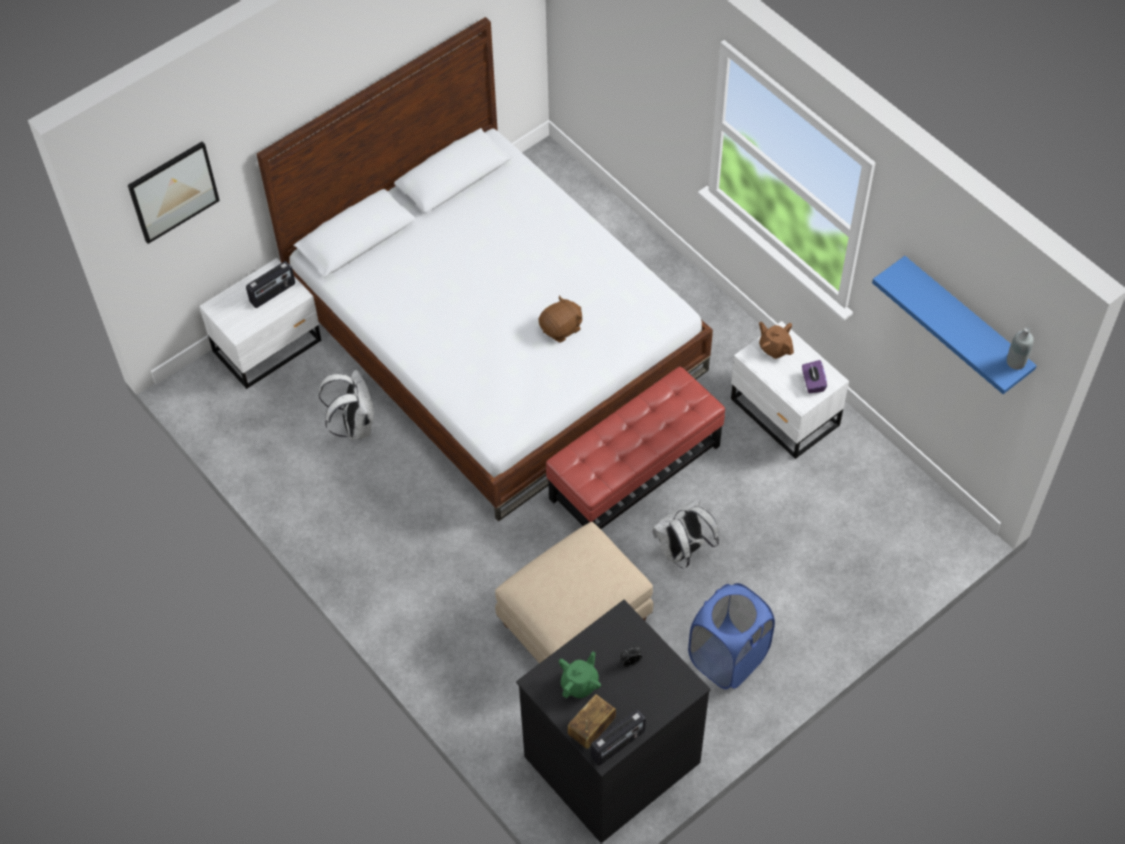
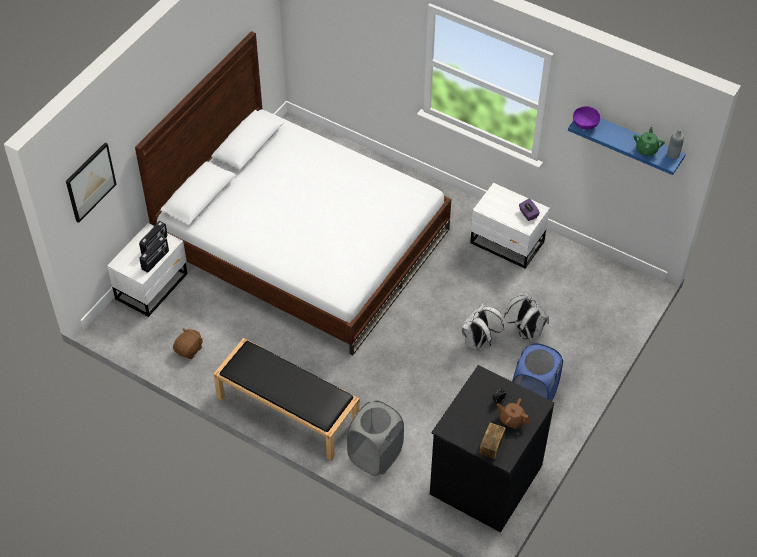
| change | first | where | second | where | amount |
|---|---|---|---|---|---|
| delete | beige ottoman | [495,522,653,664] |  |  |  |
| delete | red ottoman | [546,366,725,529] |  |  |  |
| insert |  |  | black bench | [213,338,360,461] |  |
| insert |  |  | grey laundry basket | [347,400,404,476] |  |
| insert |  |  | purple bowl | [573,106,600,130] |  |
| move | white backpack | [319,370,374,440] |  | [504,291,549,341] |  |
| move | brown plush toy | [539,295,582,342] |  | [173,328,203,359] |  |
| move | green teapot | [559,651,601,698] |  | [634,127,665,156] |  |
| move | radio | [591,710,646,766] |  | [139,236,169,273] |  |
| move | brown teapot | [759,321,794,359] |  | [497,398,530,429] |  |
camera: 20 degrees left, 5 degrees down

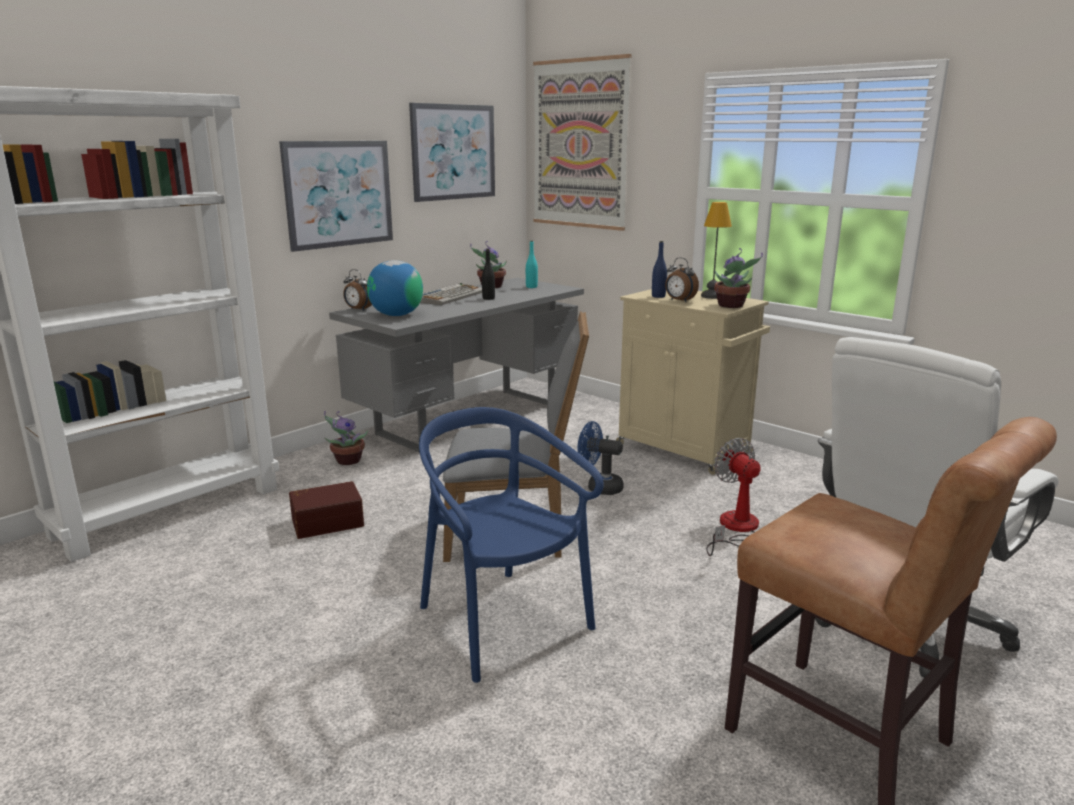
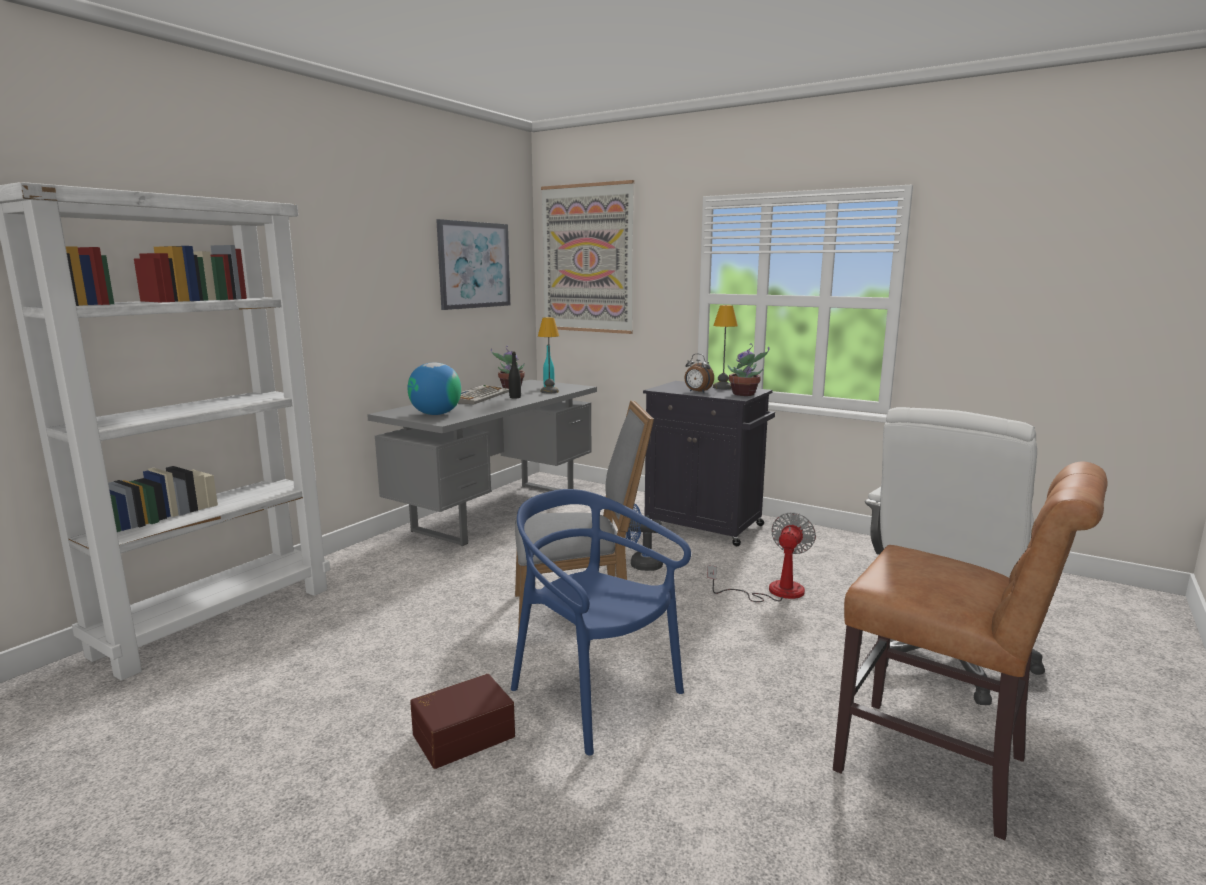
| change | first | where | second | where | amount |
|---|---|---|---|---|---|
| delete | picture | [279,141,393,252] |  |  |  |
| delete | potted plant | [324,411,368,465] |  |  |  |
| delete | alarm clock | [343,269,372,311] |  |  |  |
| delete | blue bottle | [652,241,667,298] |  |  |  |
| insert |  |  | table lamp | [538,317,559,393] |  |
| move | brown storage box | [289,481,364,539] |  | [410,674,515,769] |  |
| recolor | beige cabinet | [616,289,770,475] | black cabinet | [643,381,775,546] |  |
| rotate | fan | [706,438,761,556] |  | [707,512,816,602] | 60 degrees clockwise |
camera: 10 degrees left, 5 degrees down

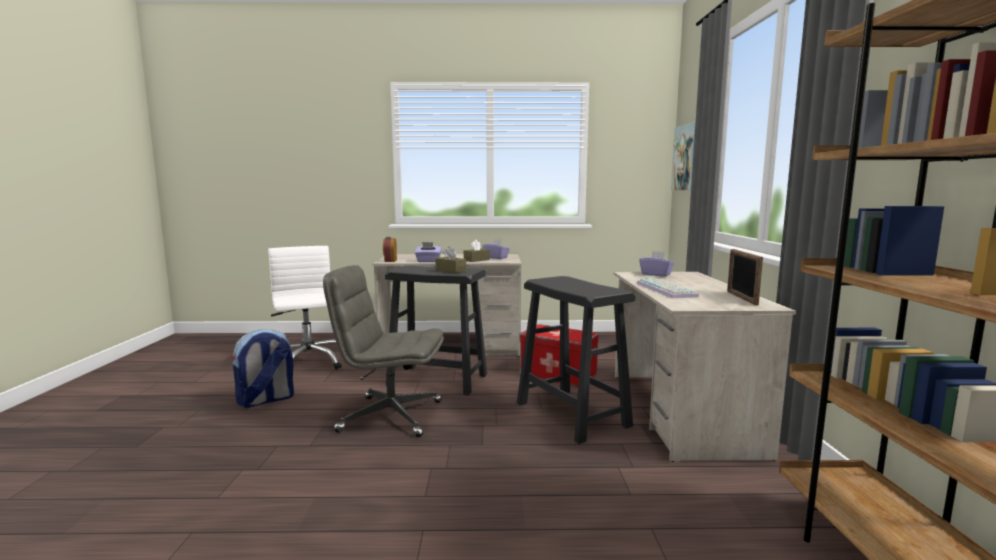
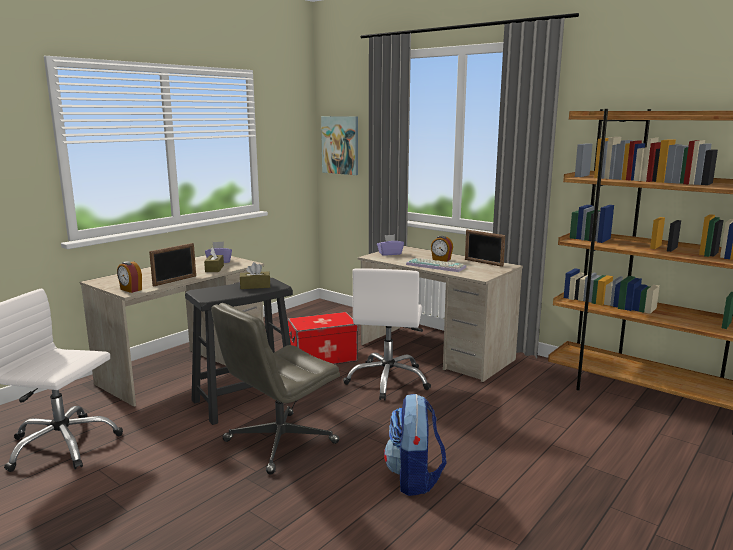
| change | first | where | second | where | amount |
|---|---|---|---|---|---|
| insert |  |  | alarm clock | [431,236,453,262] |  |
| move | backpack | [232,329,294,408] |  | [384,394,447,496] |  |
| replace | purple tissue box | [415,242,442,262] | picture frame | [149,243,196,286] |  |
| replace | black stool | [517,276,635,444] | white office chair | [343,268,431,400] |  |
camera: 50 degrees left, 5 degrees up

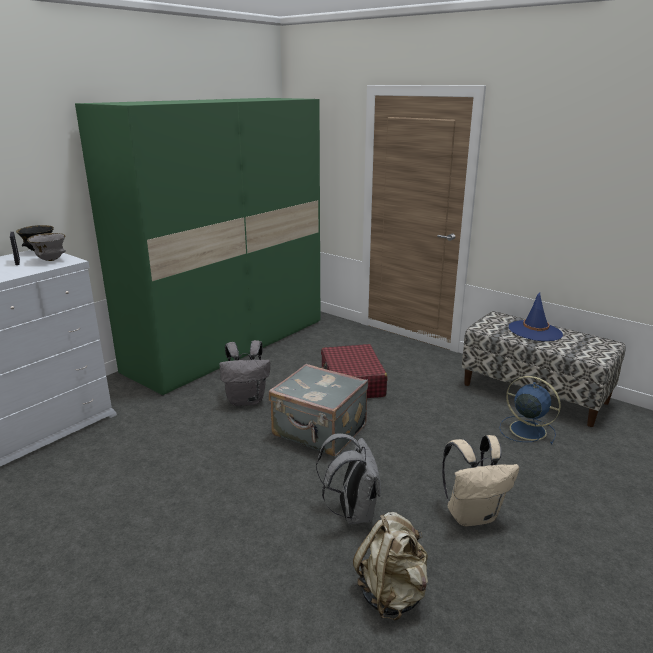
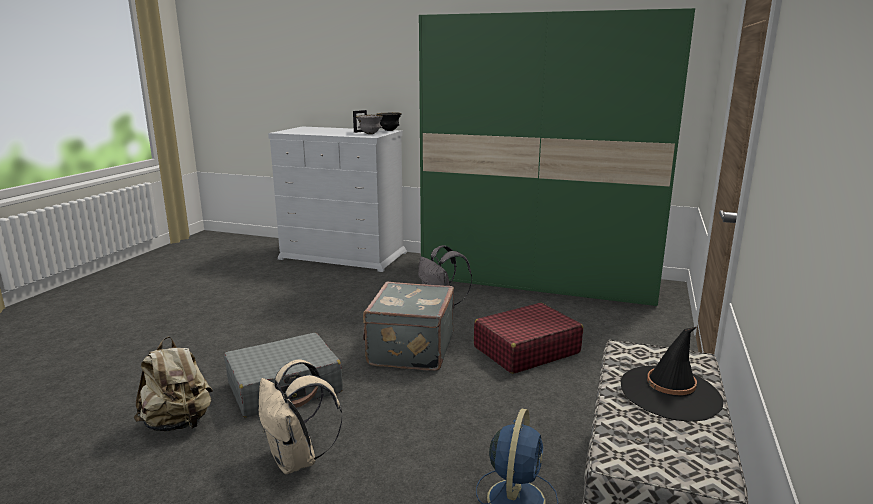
| change | first | where | second | where | amount |
|---|---|---|---|---|---|
| replace | grey backpack | [316,433,381,524] | grey suitcase | [224,333,343,418] |  |
| recolor | blue hat | [509,292,563,341] | black hat | [621,326,723,421] |  |
camera: 70 degrees right, 5 degrees down

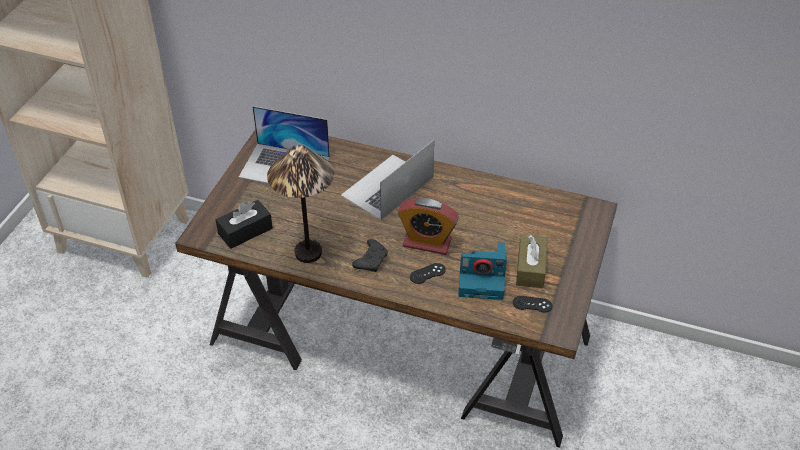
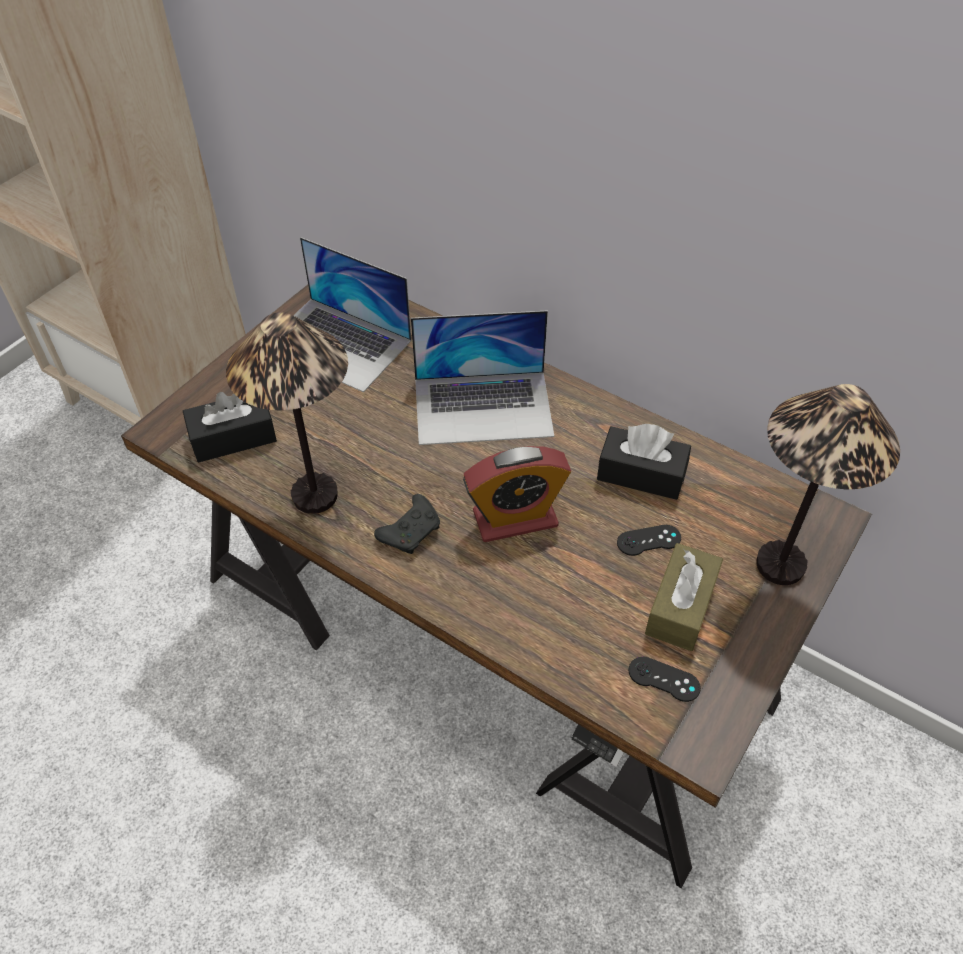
| change | first | where | second | where | amount |
|---|---|---|---|---|---|
| delete | photo camera | [458,242,507,300] |  |  |  |
| insert |  |  | black tissue box | [597,424,691,500] |  |
| insert |  |  | table lamp | [756,384,900,585] |  |
| move | black game controller | [410,263,446,284] |  | [617,525,681,556] |  |
| rotate | laptop | [341,140,434,220] |  | [411,310,554,445] | 150 degrees counterclockwise |
| rotate | alarm clock | [398,198,459,255] |  | [463,446,571,542] | 45 degrees counterclockwise |
camera: 15 degrees right, 5 degrees up

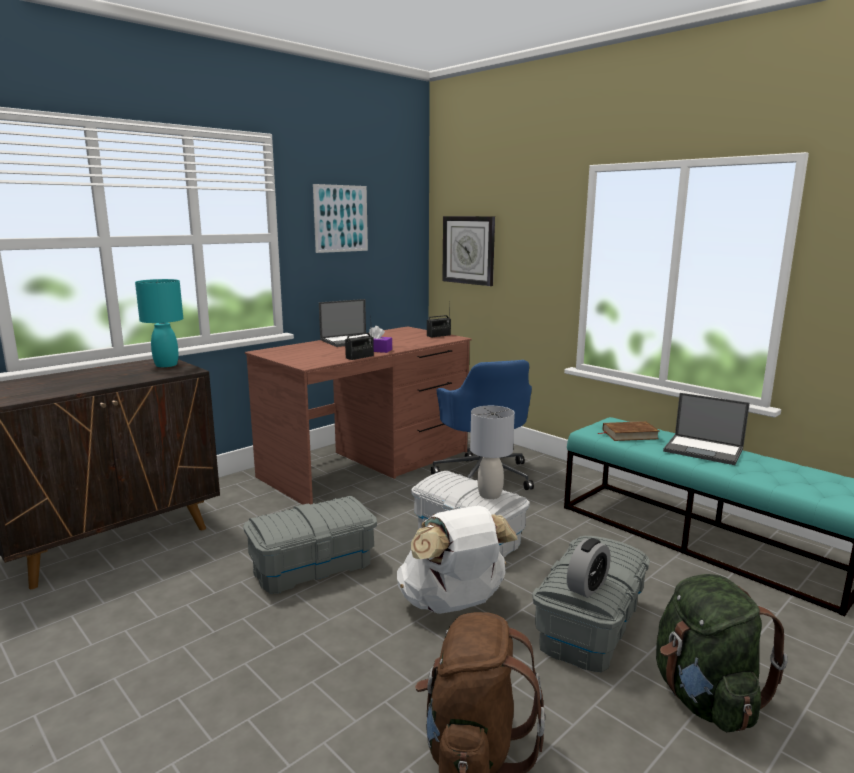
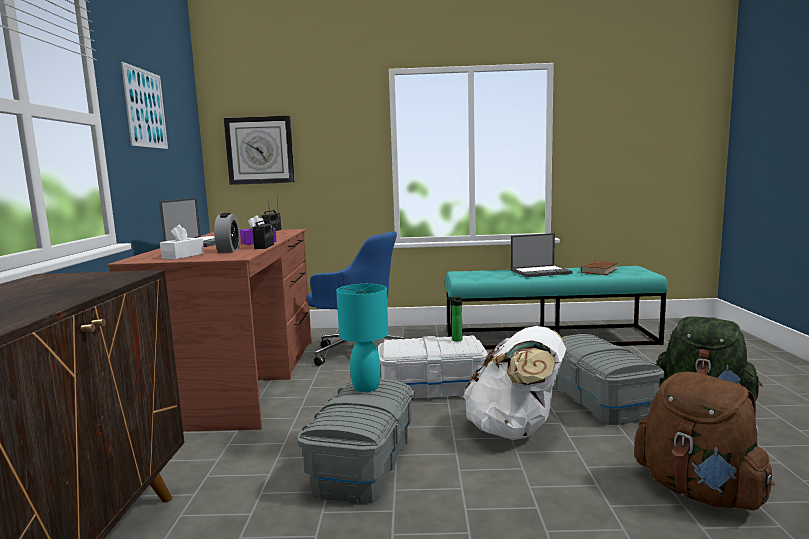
| change | first | where | second | where | amount |
|---|---|---|---|---|---|
| insert |  |  | white tissue box | [160,225,204,259] |  |
| move | turquoise table lamp | [135,279,183,367] |  | [336,284,388,392] |  |
| move | alarm clock | [567,538,611,598] |  | [214,213,240,253] |  |
| move | brown book | [598,421,659,441] |  | [581,261,617,275] |  |
| replace | grey table lamp | [470,405,515,499] | bottle | [447,296,462,342] |  |
camera: 45 degrees left, 5 degrees down

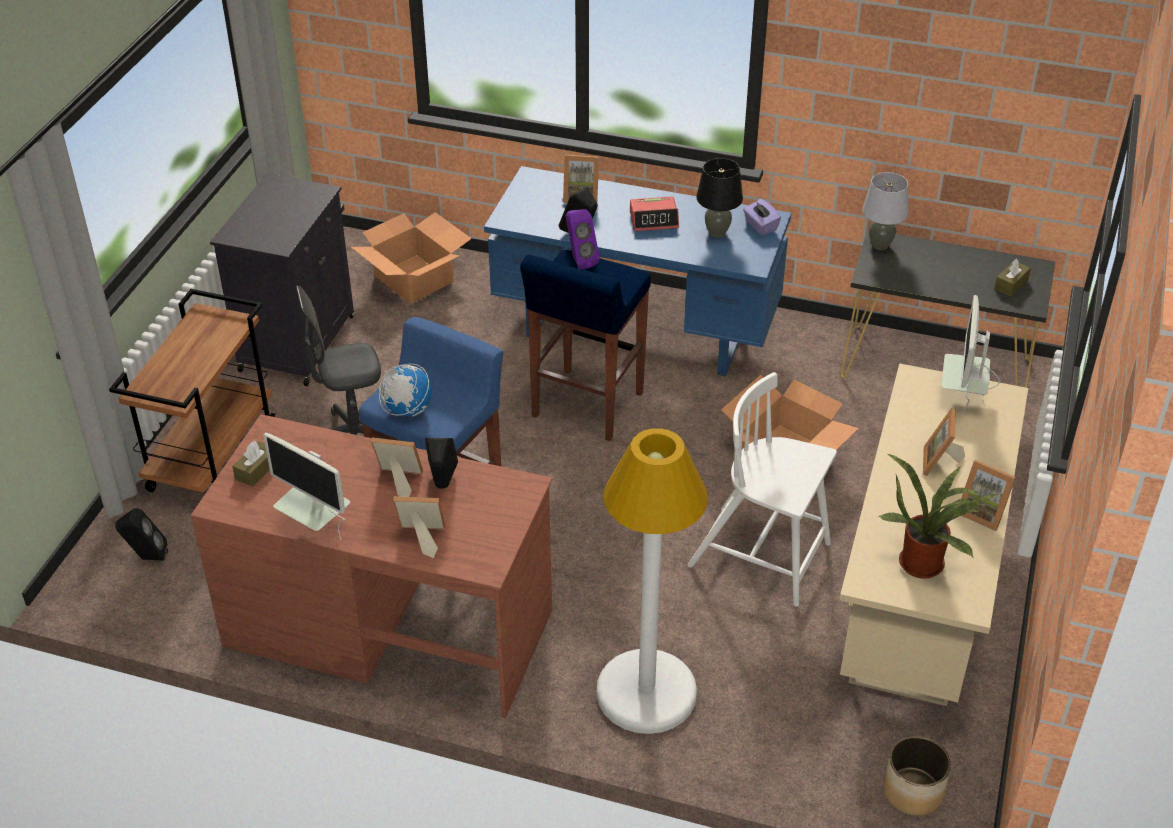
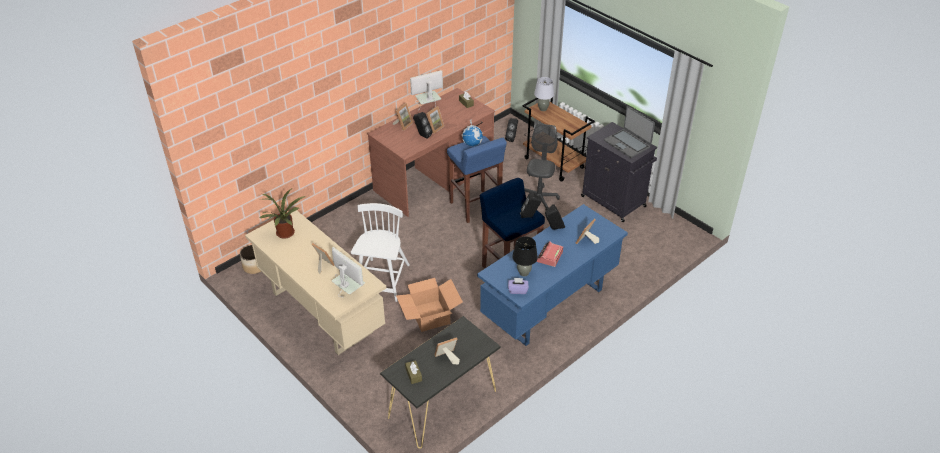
| change | first | where | second | where | amount |
|---|---|---|---|---|---|
| delete | cardboard box | [351,212,472,304] |  |  |  |
| delete | white floor lamp | [597,428,708,734] |  |  |  |
| insert |  |  | laptop | [604,106,655,158] |  |
| move | grey table lamp | [862,172,909,250] |  | [534,77,554,111] |  |
| move | picture frame | [961,460,1016,531] |  | [435,337,460,364] |  |
| recolor | purple speaker | [566,209,600,270] | black speaker | [520,192,542,218] |  |
| rotate | white chair | [687,372,837,607] |  | [351,203,410,302] | 45 degrees counterclockwise |
camera: 120 degrees right, 0 degrees up

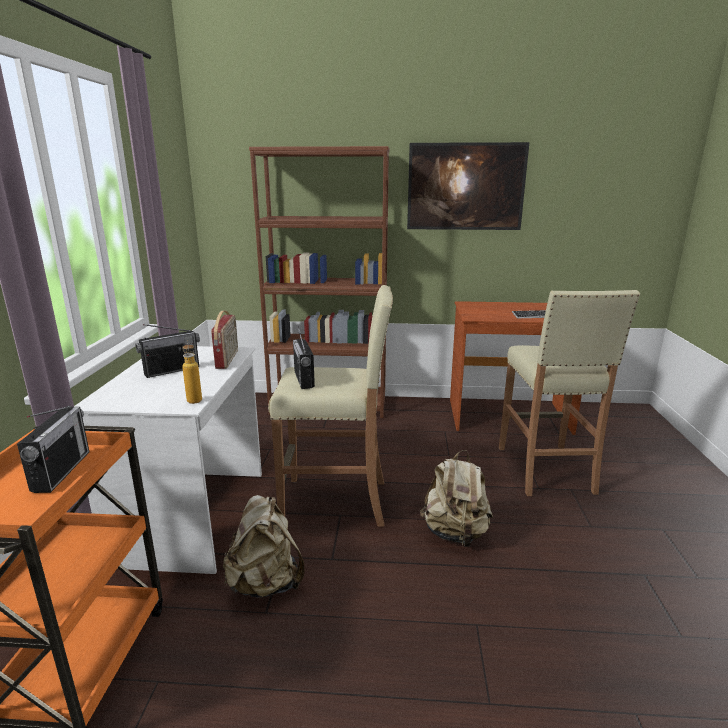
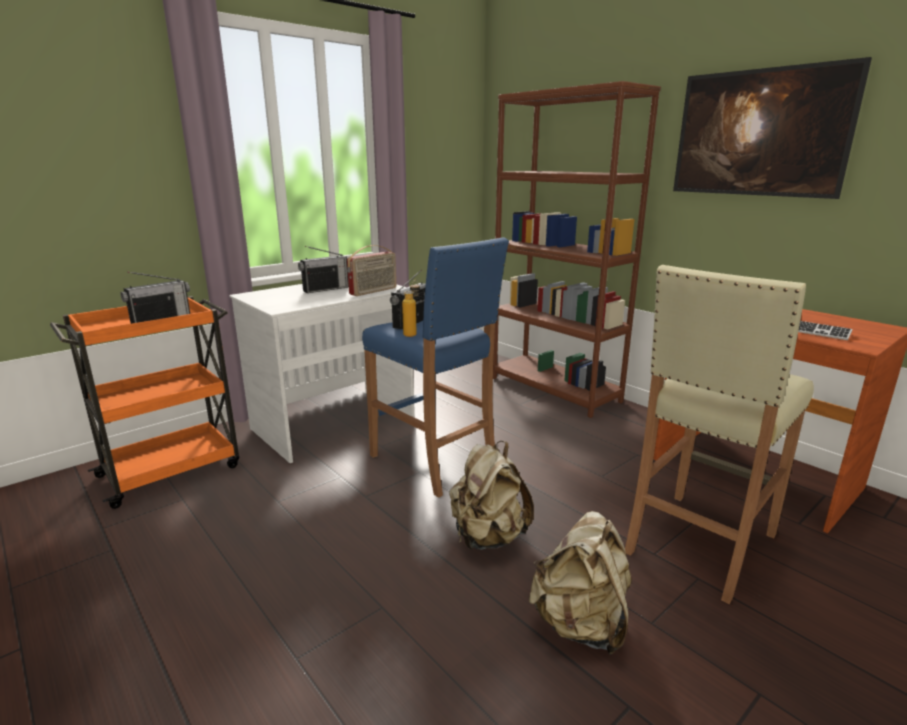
| change | first | where | second | where | amount |
|---|---|---|---|---|---|
| move | bottle | [182,340,202,404] |  | [402,280,420,337] |  |
| move | beige backpack | [223,495,305,598] |  | [529,511,631,655] |  |
| recolor | beige stool | [268,285,393,527] | blue stool | [362,237,509,498] |  |
| rotate | radio | [135,324,200,378] |  | [298,246,349,293] | 45 degrees counterclockwise |
camera: 45 degrees right, 0 degrees up

